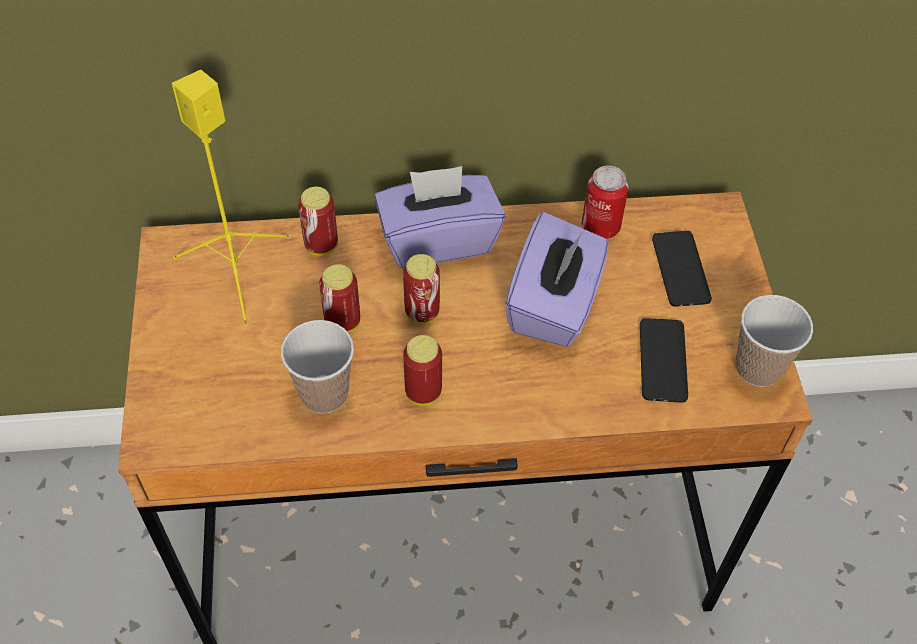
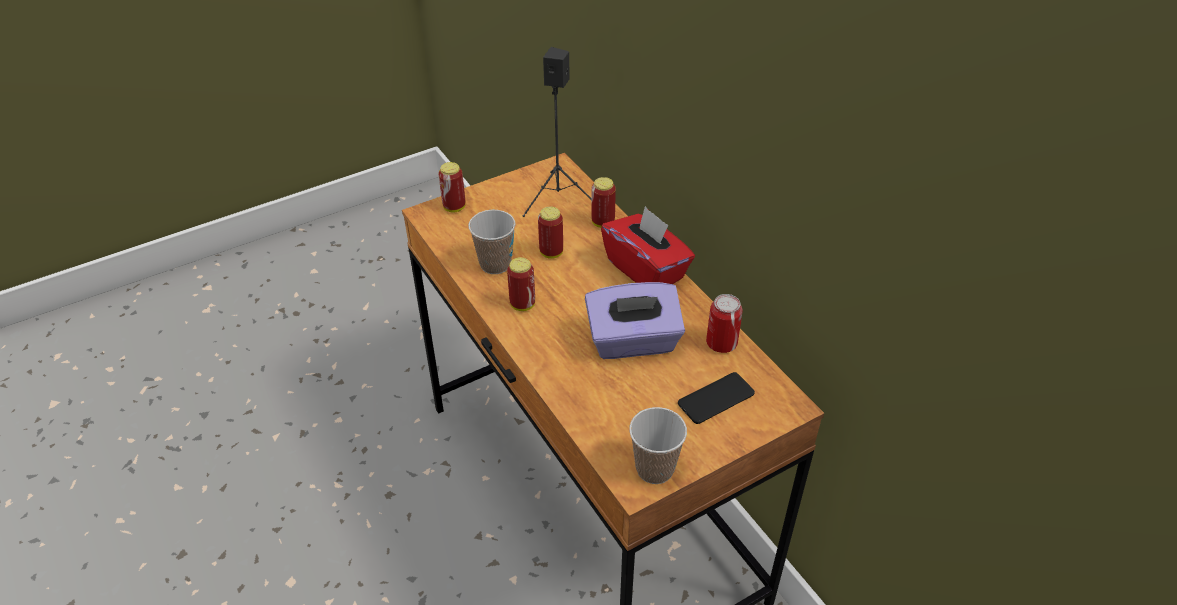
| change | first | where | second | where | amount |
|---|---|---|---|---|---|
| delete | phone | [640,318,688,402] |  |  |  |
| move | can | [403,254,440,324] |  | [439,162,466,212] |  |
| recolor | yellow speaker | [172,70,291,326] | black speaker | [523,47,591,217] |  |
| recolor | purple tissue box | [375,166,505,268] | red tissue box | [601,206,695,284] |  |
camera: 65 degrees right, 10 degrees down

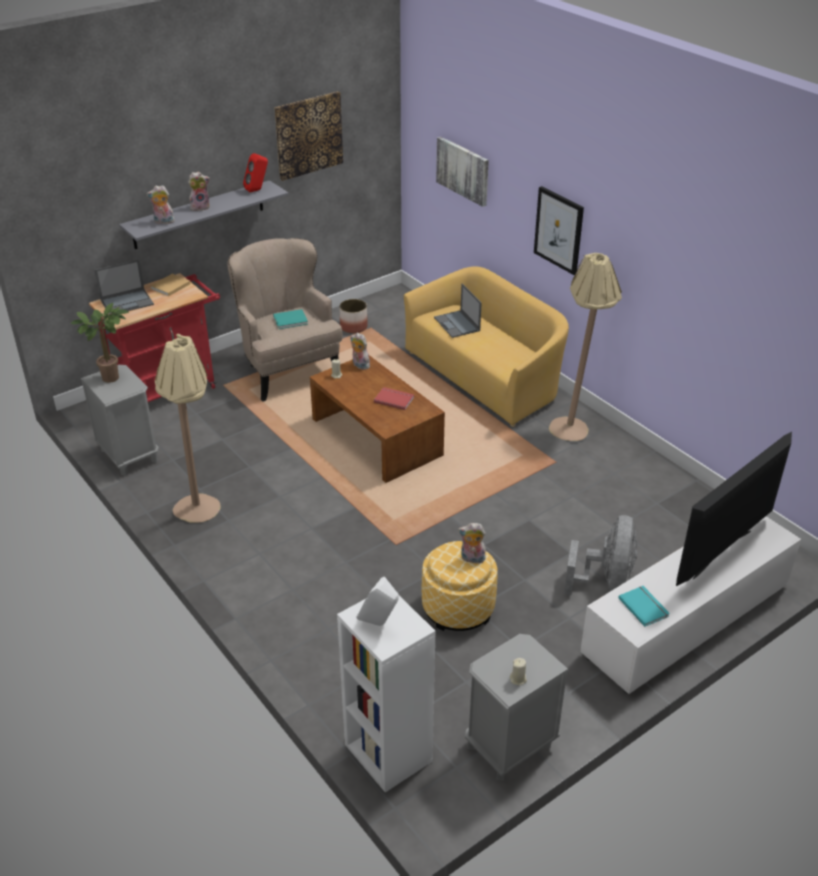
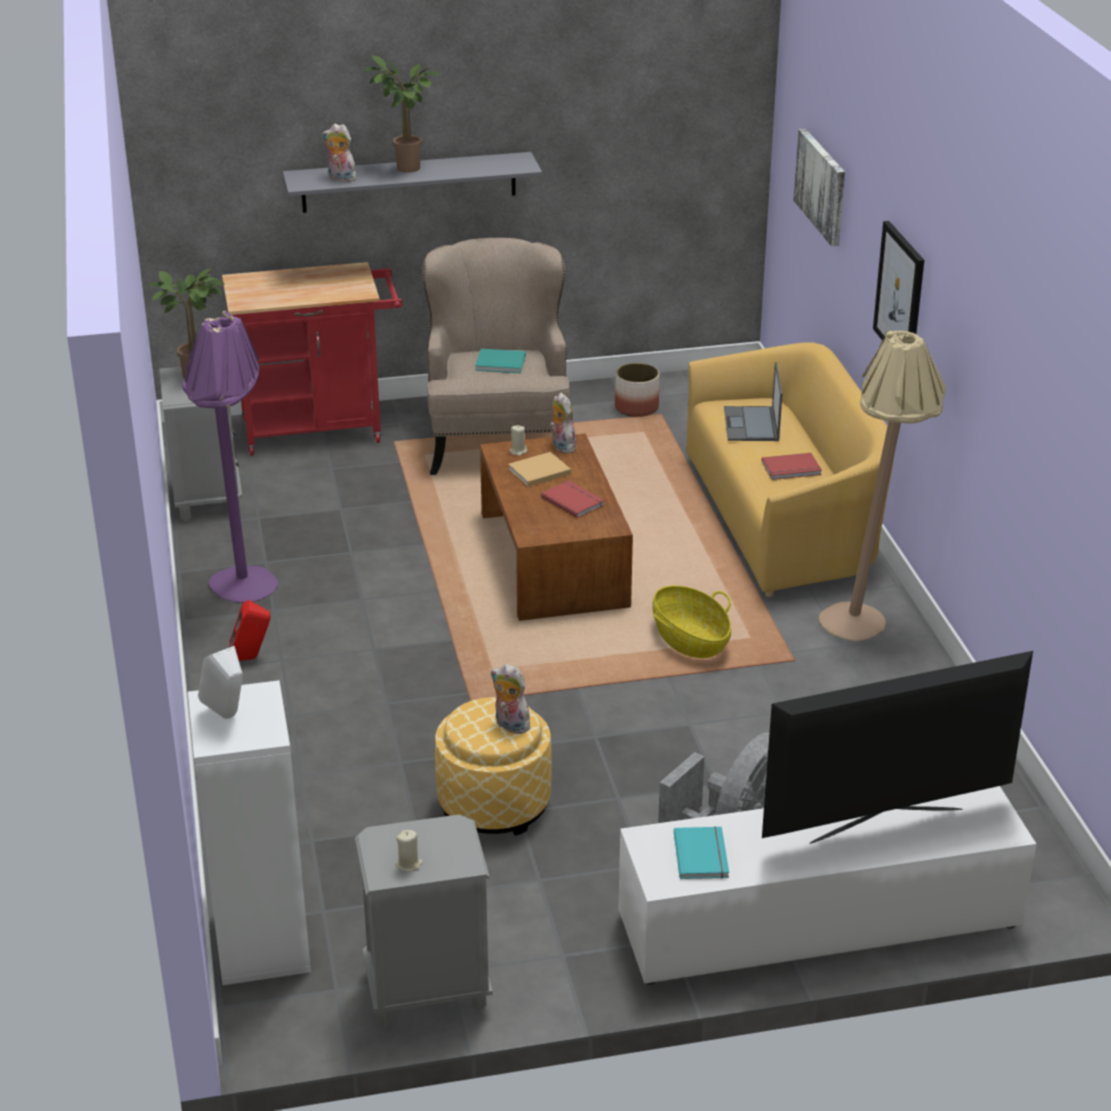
| change | first | where | second | where | amount |
|---|---|---|---|---|---|
| delete | laptop | [94,260,154,314] |  |  |  |
| delete | picture | [274,91,343,181] |  |  |  |
| insert |  |  | basket | [652,585,731,658] |  |
| insert |  |  | red book | [762,453,822,480] |  |
| move | beige book | [151,274,191,296] |  | [508,452,571,487] |  |
| move | red speaker | [243,153,268,192] |  | [229,600,271,661] |  |
| replace | plush toy | [188,172,210,211] | potted plant | [363,56,442,173] |  |
| recolor | beige floor lamp | [155,334,221,523] | purple floor lamp | [182,311,278,603] |  |
camera: 25 degrees right, 5 degrees down

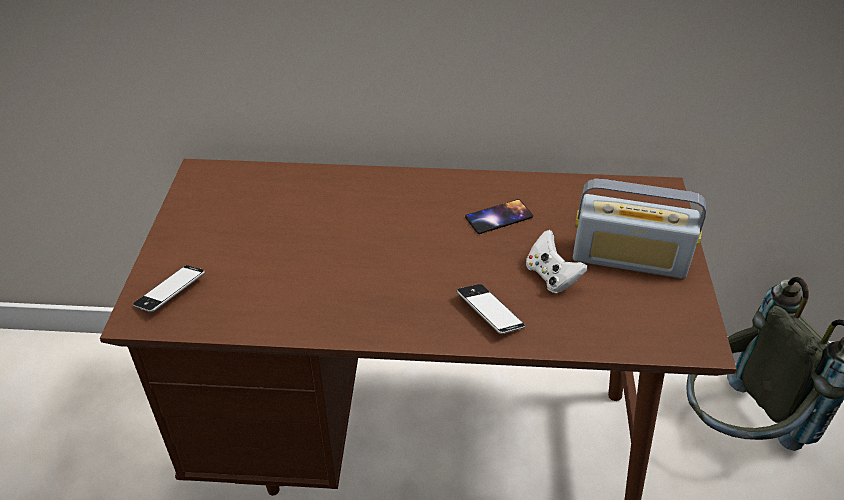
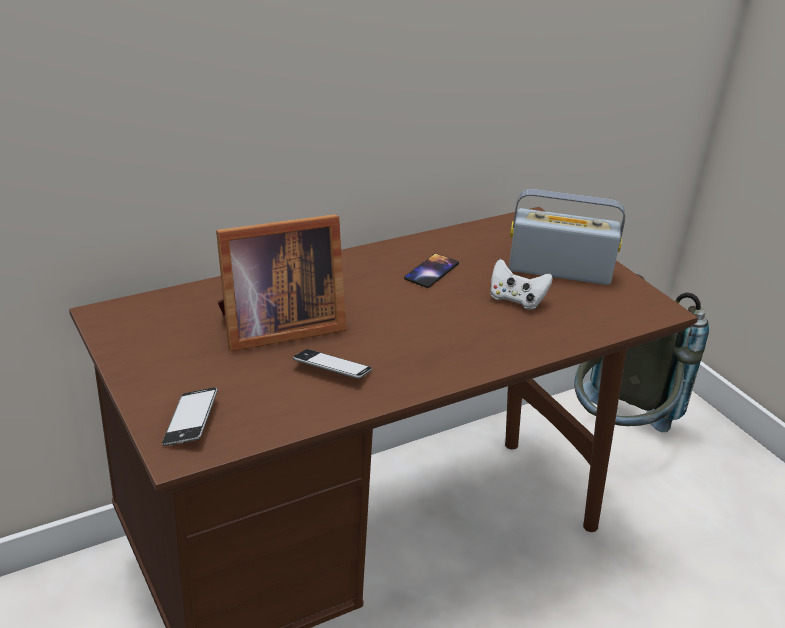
| change | first | where | second | where | amount |
|---|---|---|---|---|---|
| insert |  |  | picture frame | [216,214,346,351] |  |
| move | phone | [456,284,525,334] |  | [293,349,372,379] |  |
| rotate | radio | [573,179,706,279] |  | [509,189,625,285] | 150 degrees counterclockwise |
camera: 35 degrees left, 10 degrees down

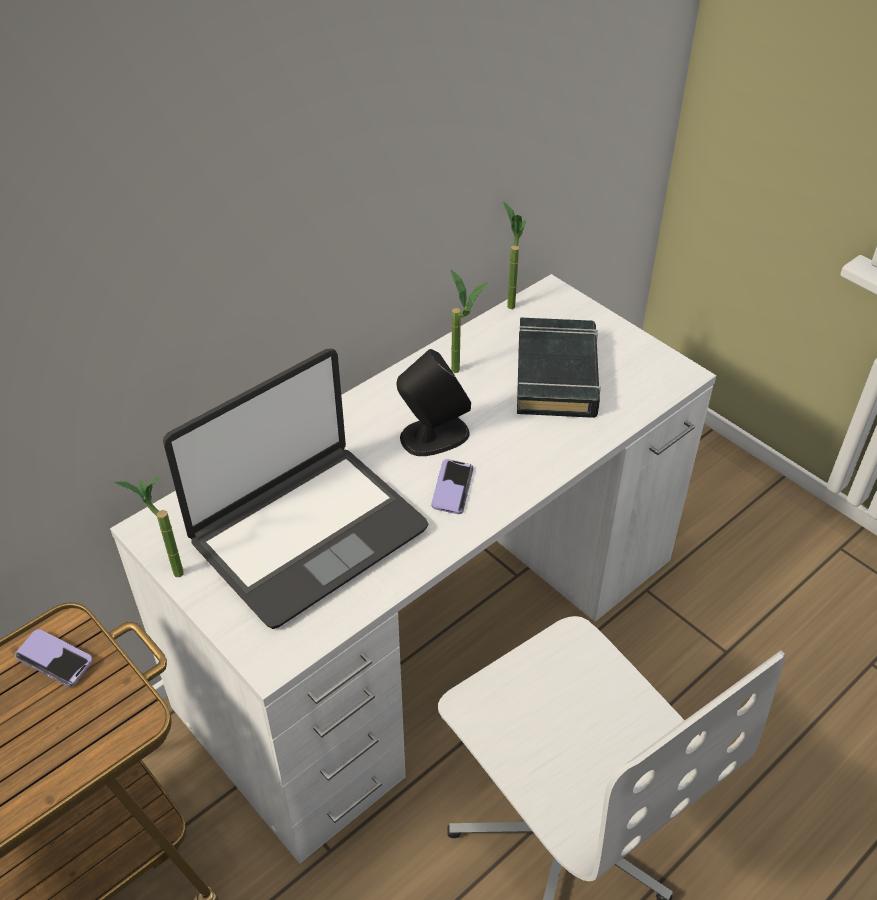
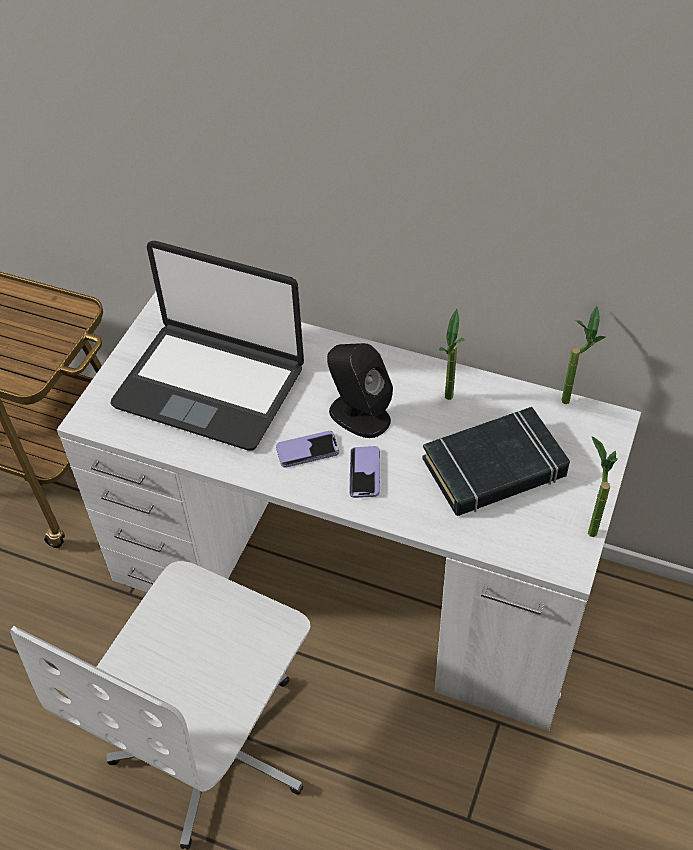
| change | first | where | second | where | amount |
|---|---|---|---|---|---|
| move | phone | [15,629,93,687] |  | [349,446,380,498] |  |
| move | potted plant | [114,477,184,577] |  | [588,436,617,537] |  |
camera: 65 degrees right, 5 degrees up

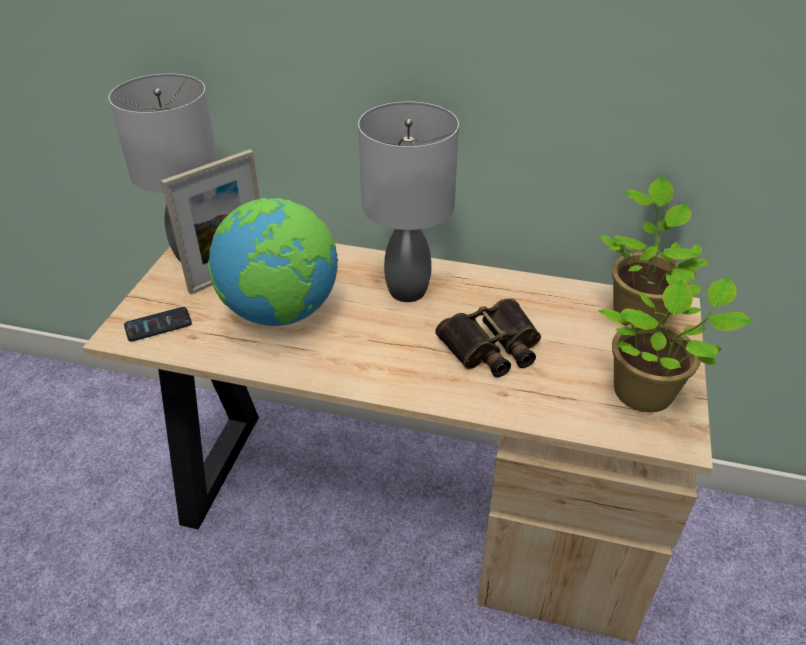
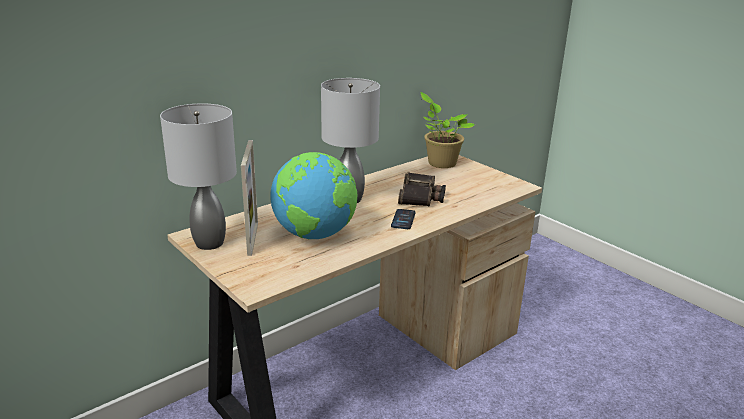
| change | first | where | second | where | amount |
|---|---|---|---|---|---|
| delete | potted plant | [598,274,752,412] |  |  |  |
| move | phone | [124,307,192,342] |  | [391,209,415,229] |  |
camera: 55 degrees left, 15 degrees down

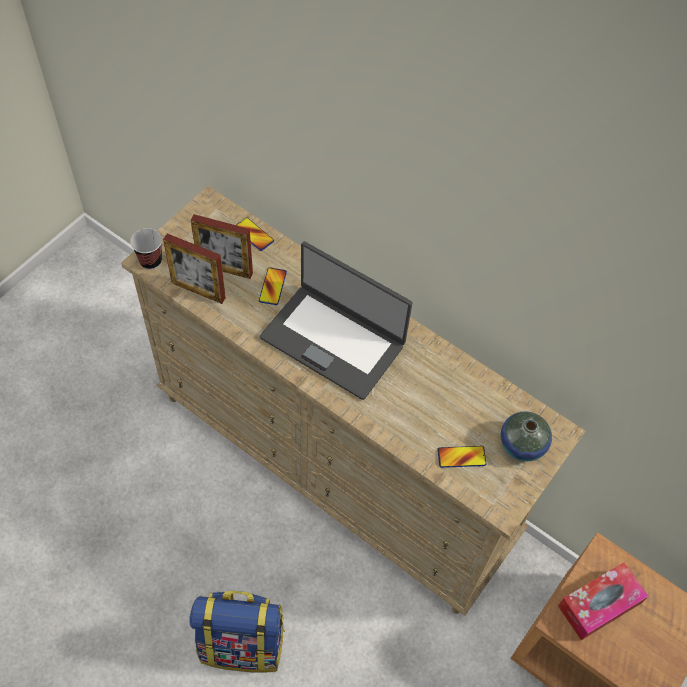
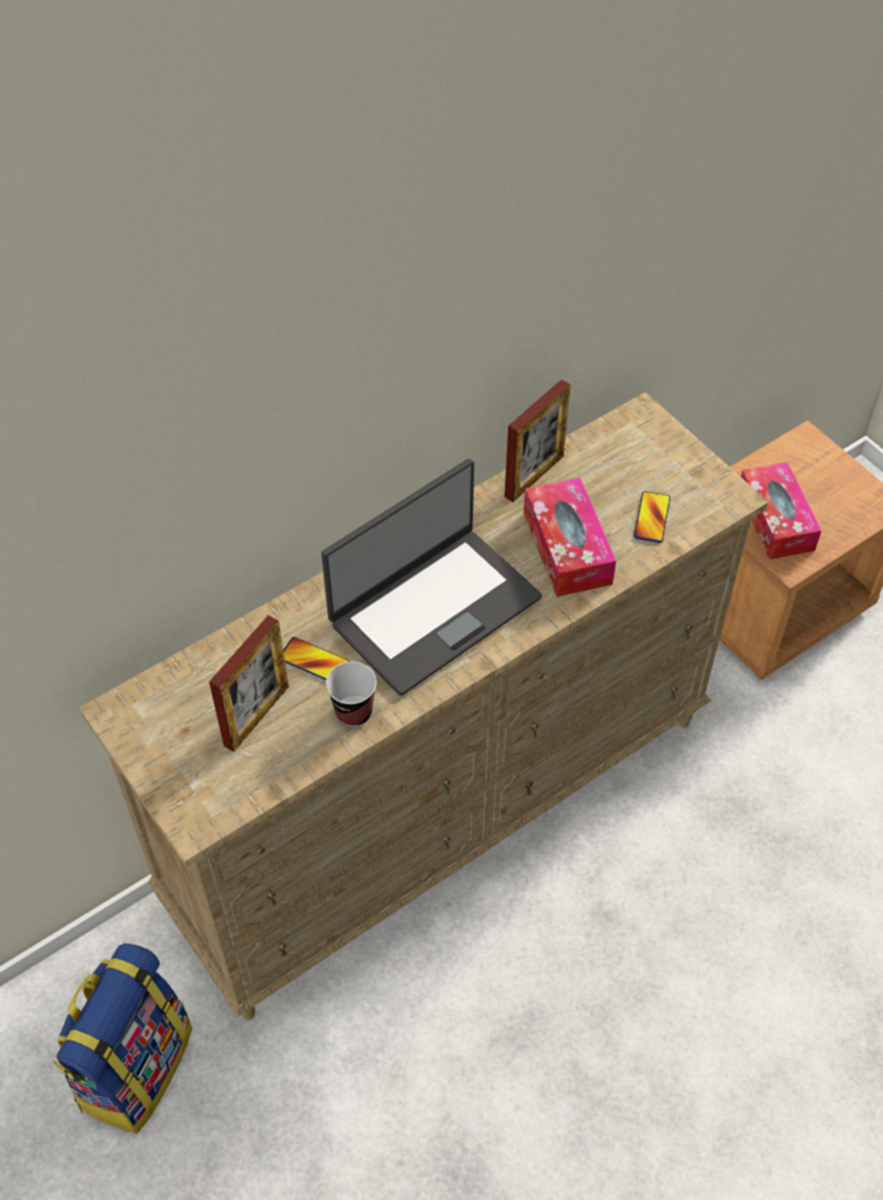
| change | first | where | second | where | amount |
|---|---|---|---|---|---|
| delete | phone | [236,217,274,251] |  |  |  |
| delete | vase | [501,411,552,461] |  |  |  |
| insert |  |  | tissue box | [524,477,616,597] |  |
| move | cup | [130,228,162,270] |  | [326,662,377,727] |  |
| move | picture frame | [163,233,226,304] |  | [505,379,571,502] |  |
| move | backpack | [189,591,285,673] |  | [53,943,192,1134] |  |
camera: 70 degrees left, 5 degrees down

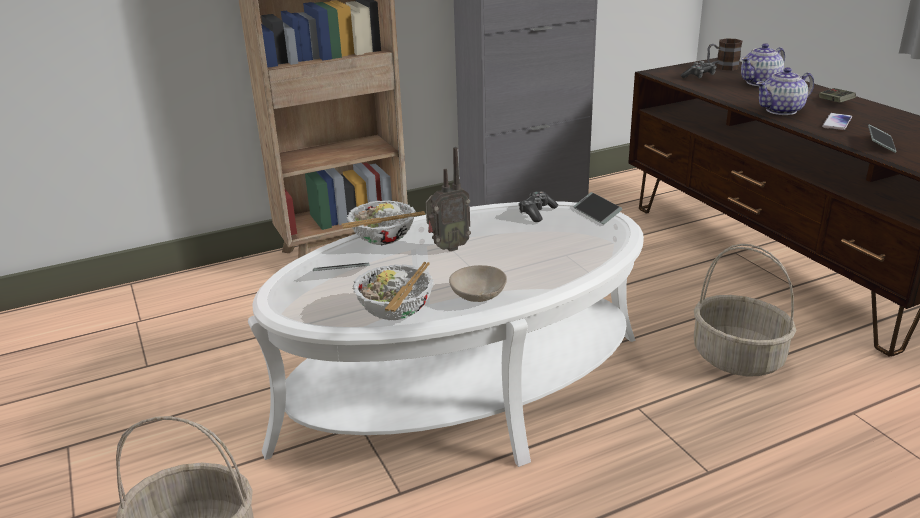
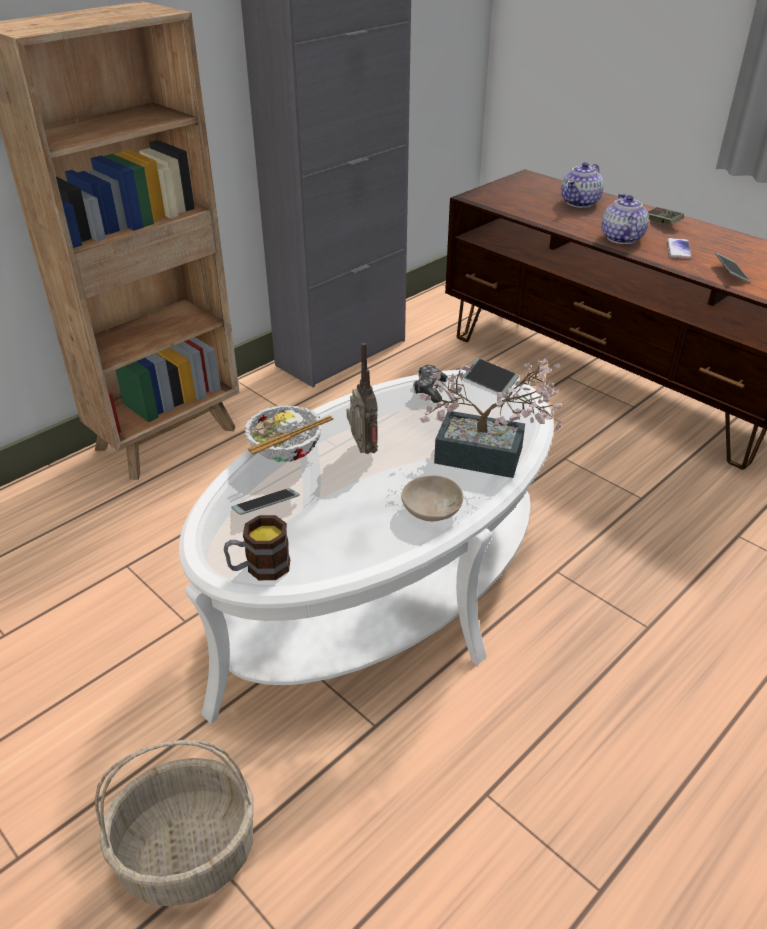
| change | first | where | second | where | amount |
|---|---|---|---|---|---|
| delete | bowl | [352,262,434,320] |  |  |  |
| delete | game controller | [681,61,716,78] |  |  |  |
| delete | basket | [694,244,796,376] |  |  |  |
| insert |  |  | potted plant | [420,358,562,478] |  |
| move | mug | [707,38,742,70] |  | [224,515,290,580] |  |
| rotate | radio | [426,147,471,251] |  | [347,343,378,454] | 60 degrees counterclockwise |
| rotate | teapot | [756,67,814,115] |  | [602,193,649,244] | 135 degrees clockwise |
camera: 20 degrees left, 10 degrees up

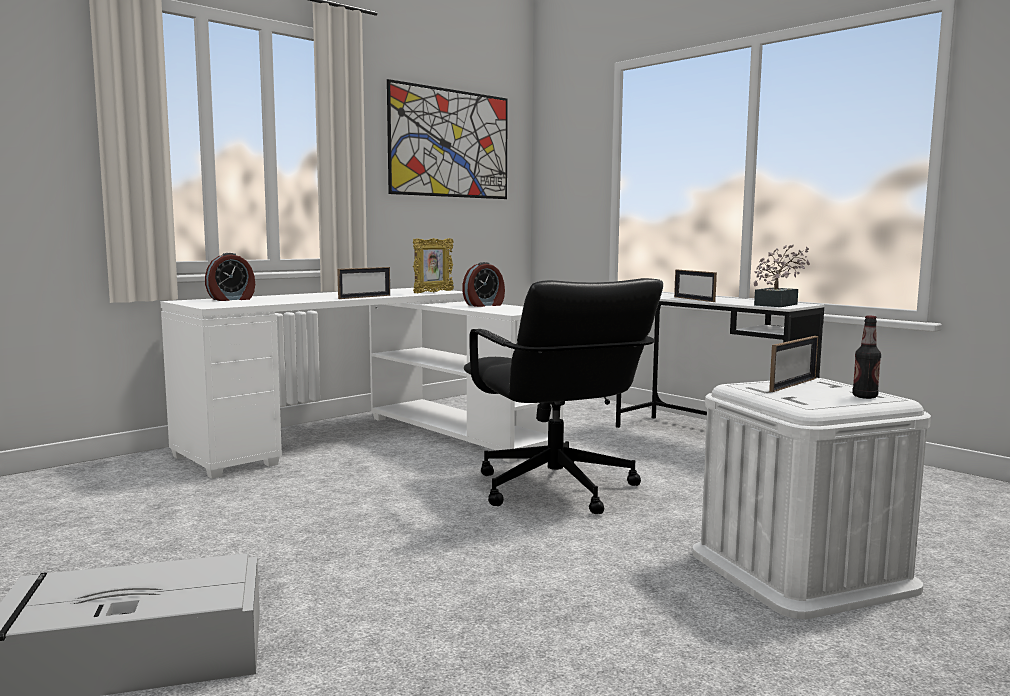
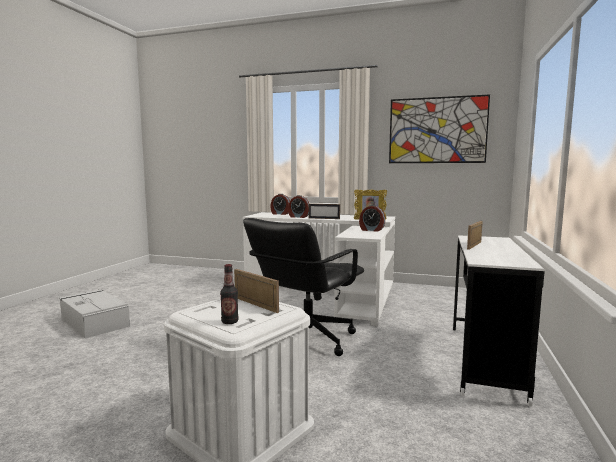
| change | first | where | second | where | amount |
|---|---|---|---|---|---|
| delete | potted plant | [754,244,810,307] |  |  |  |
| insert |  |  | alarm clock | [288,195,309,218] |  |
| rotate | picture frame | [769,336,818,392] |  | [234,269,279,313] | 150 degrees counterclockwise |
camera: 60 degrees right, 0 degrees up

